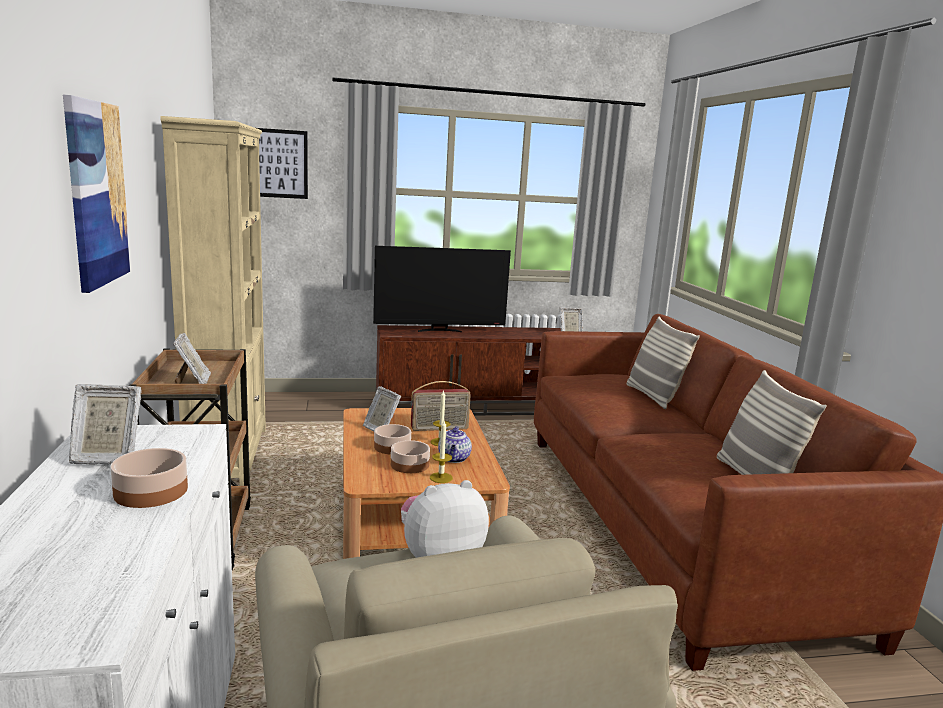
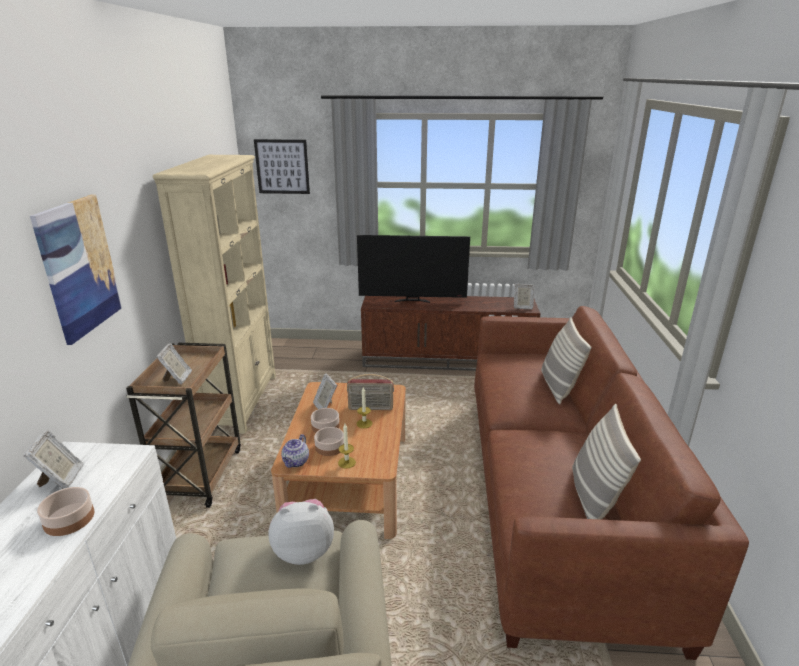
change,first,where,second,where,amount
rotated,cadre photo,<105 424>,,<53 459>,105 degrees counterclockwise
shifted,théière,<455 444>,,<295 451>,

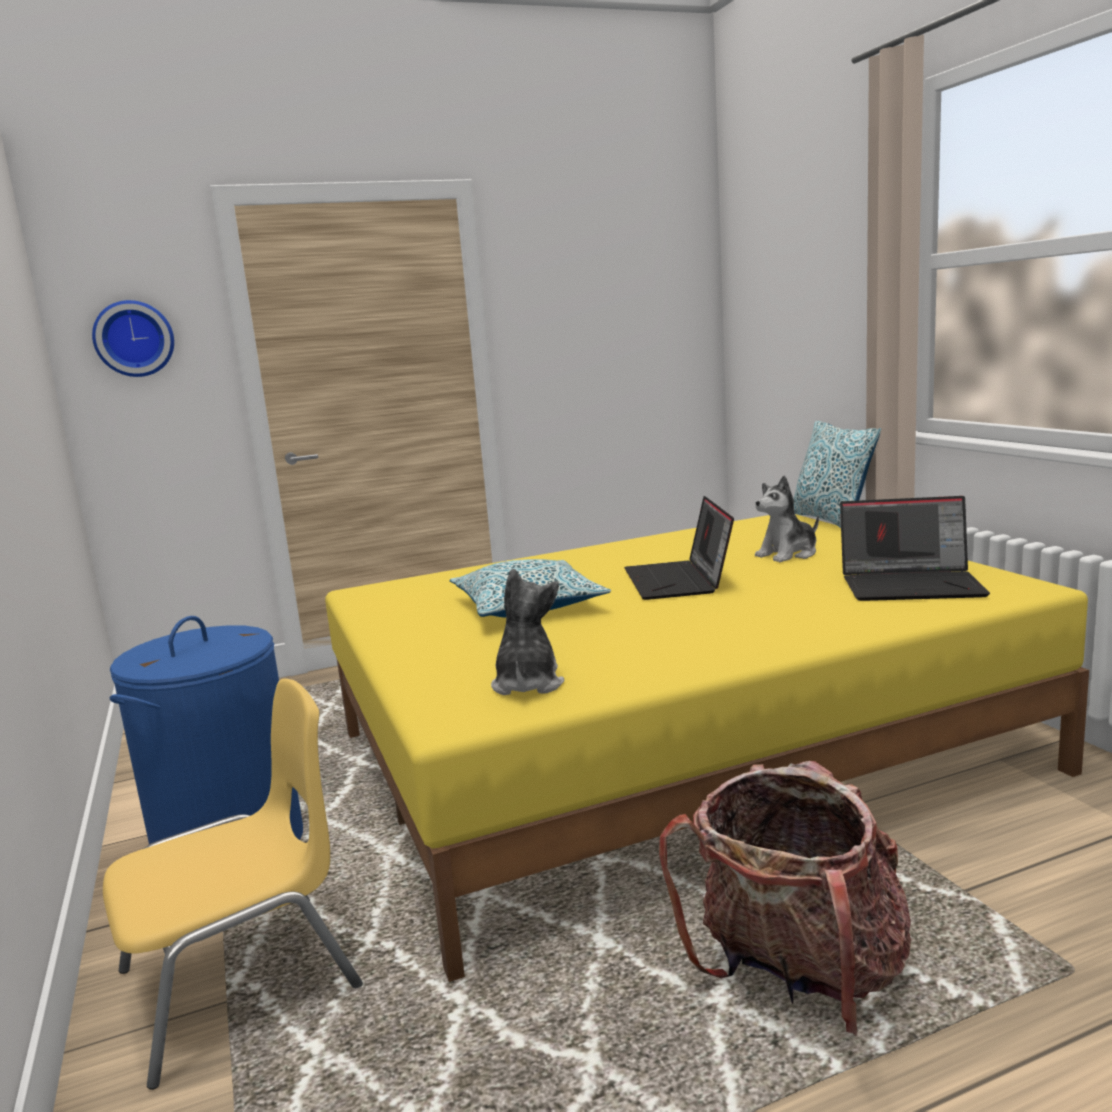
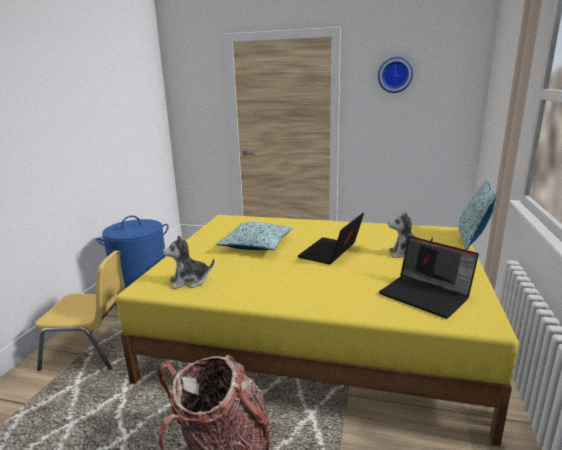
change,first,where,second,where,amount
rotated,peluche,<527 632>,,<188 262>,150 degrees counterclockwise
shifted,horloge murale,<133 338>,,<395 75>,

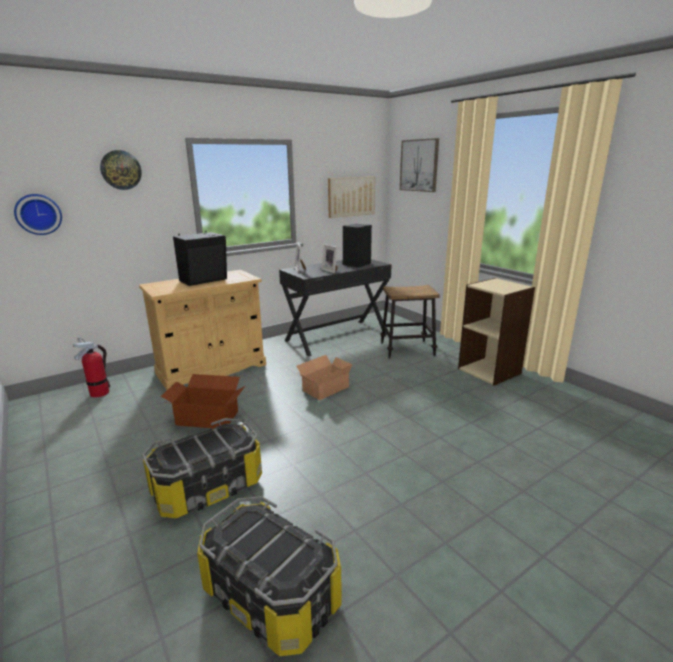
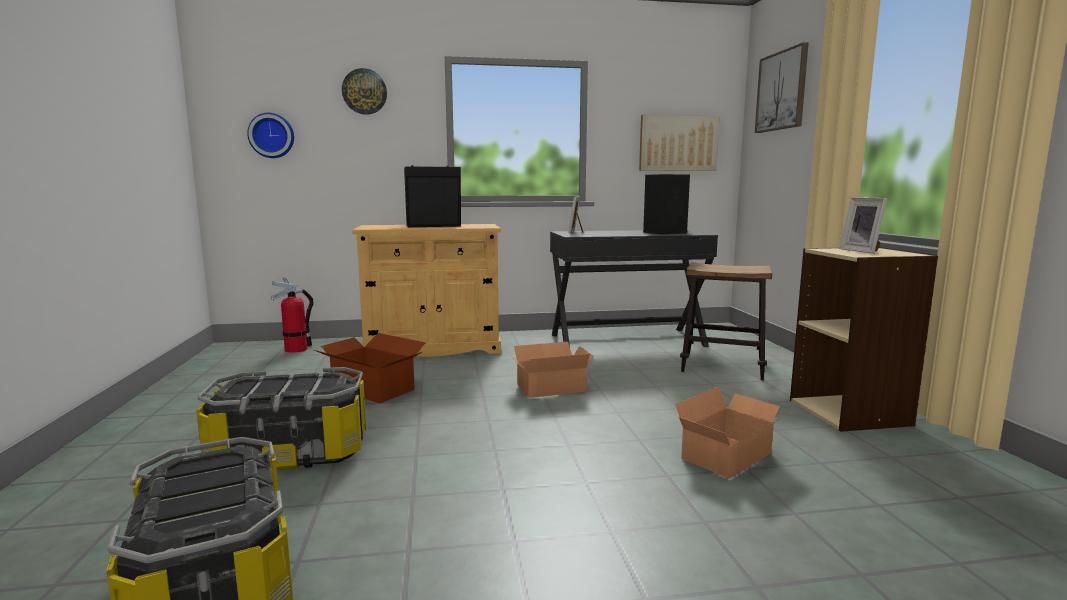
change,first,where,second,where,amount
new,,,carton,<733 432>,
shifted,cadre photo,<329 258>,,<863 225>,

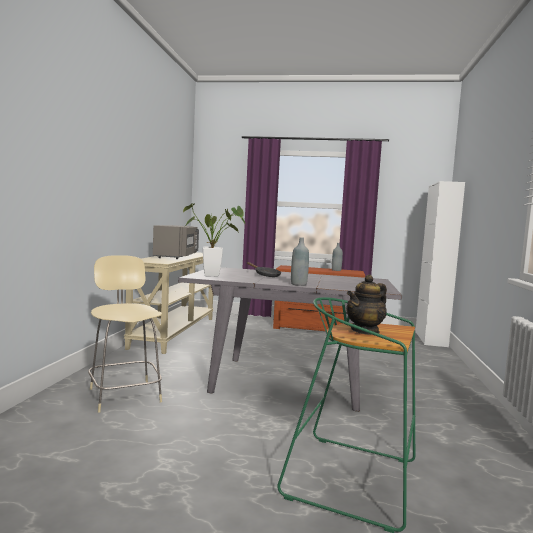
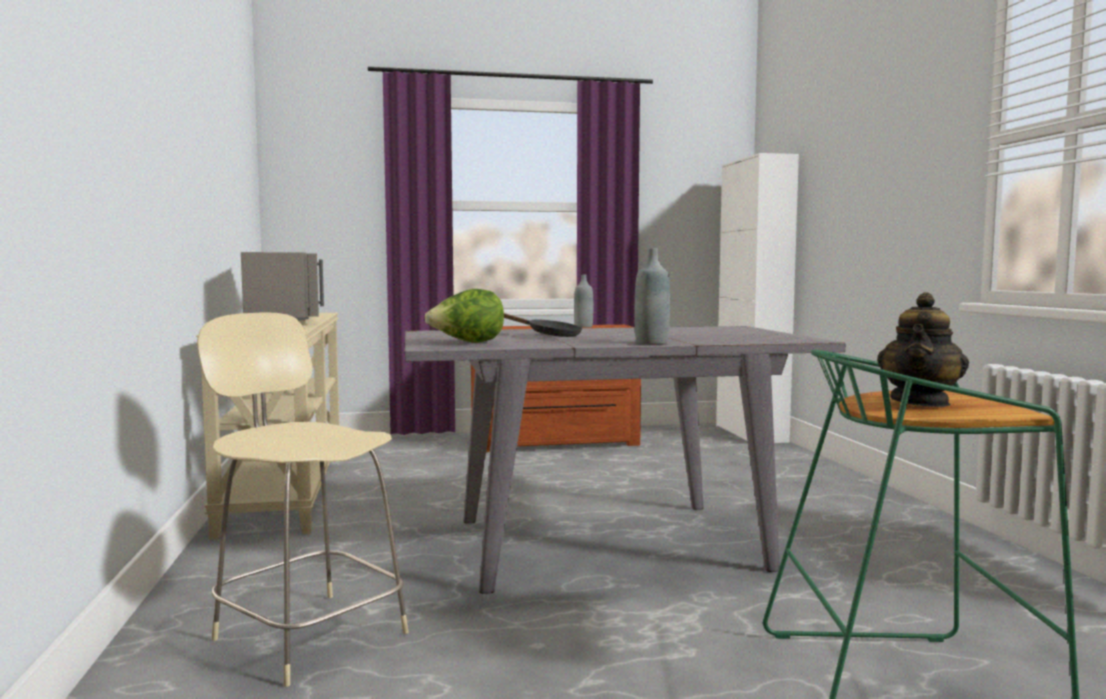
change,first,where,second,where,amount
swapped,plante en pot,<214 240>,laitue,<464 316>,

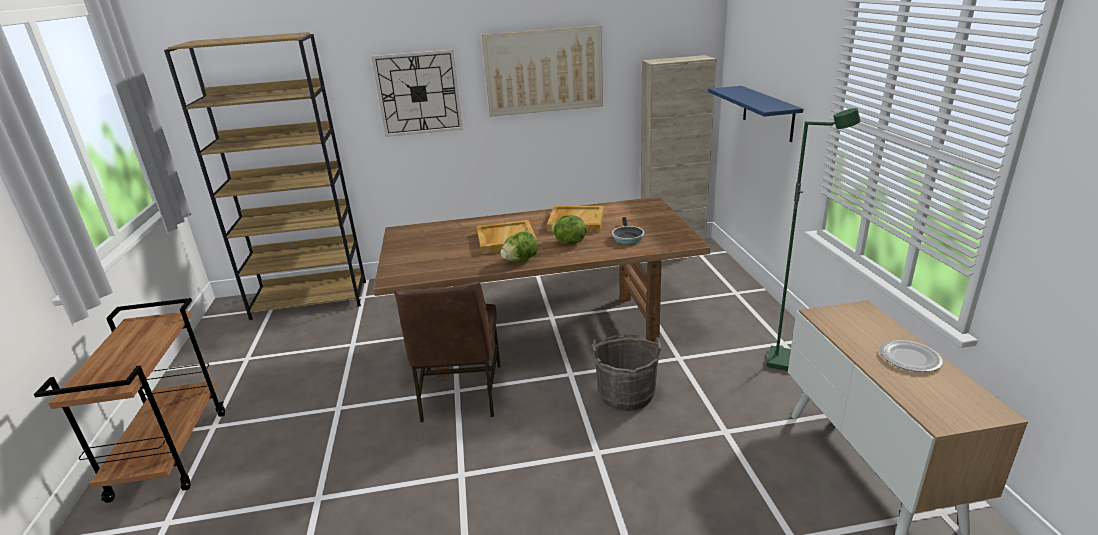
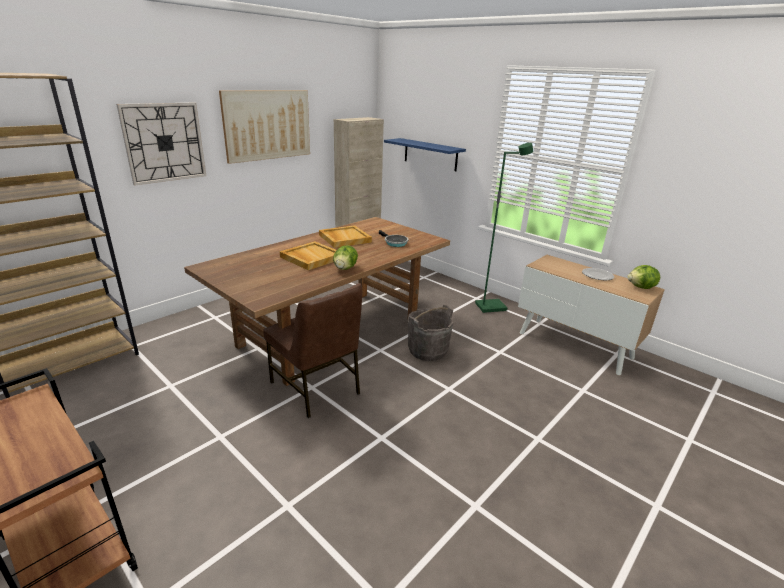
change,first,where,second,where,amount
shifted,laitue,<569 229>,,<643 277>,

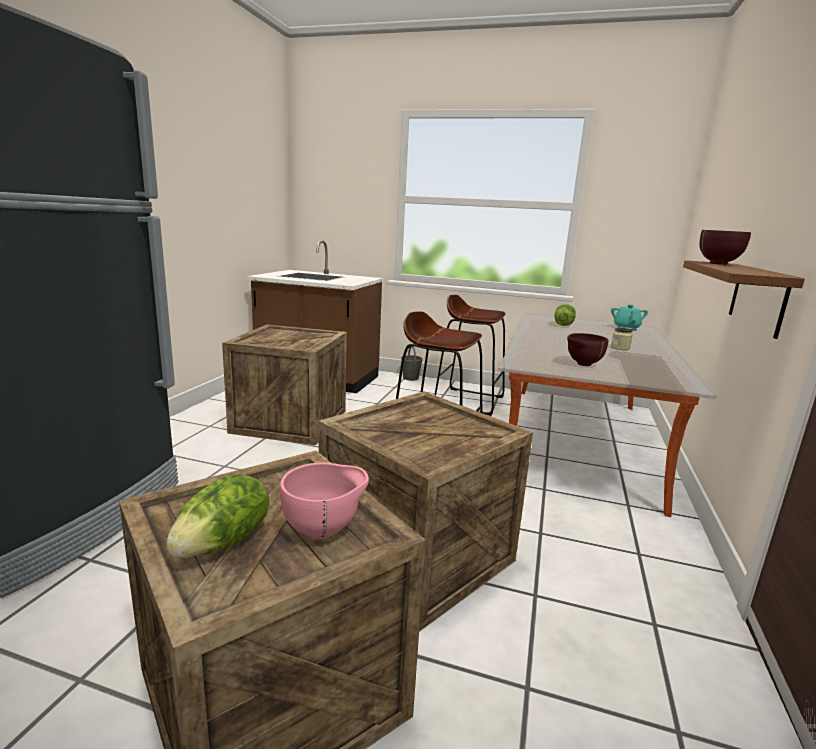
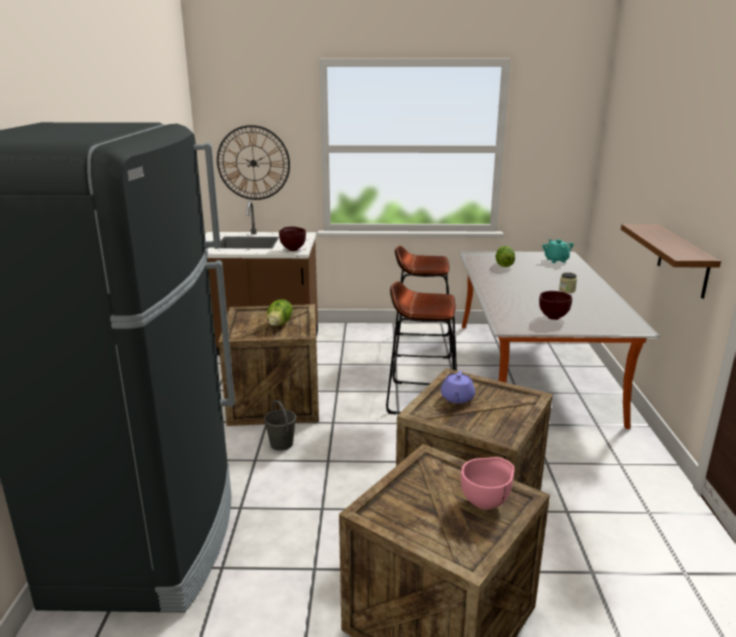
change,first,where,second,where,amount
new,,,horloge murale,<253 162>,
shifted,seau (gris),<412 363>,,<280 425>,
shifted,laitue,<217 516>,,<280 313>,
shifted,bol (marron),<725 247>,,<292 239>,
new,,,théière (violet),<458 387>,

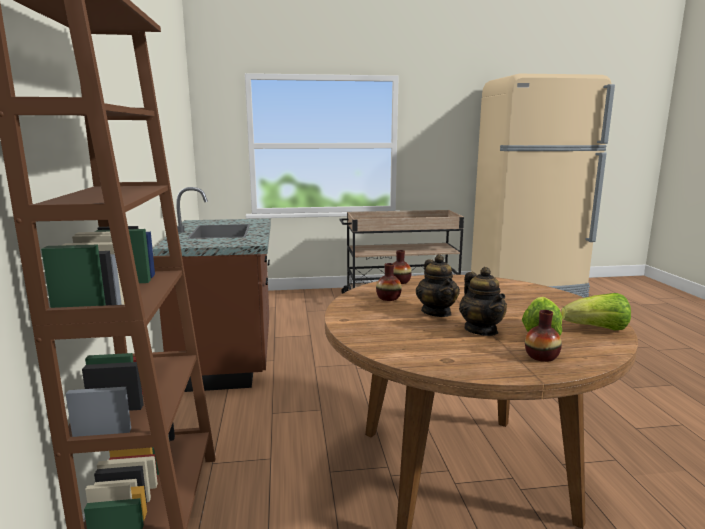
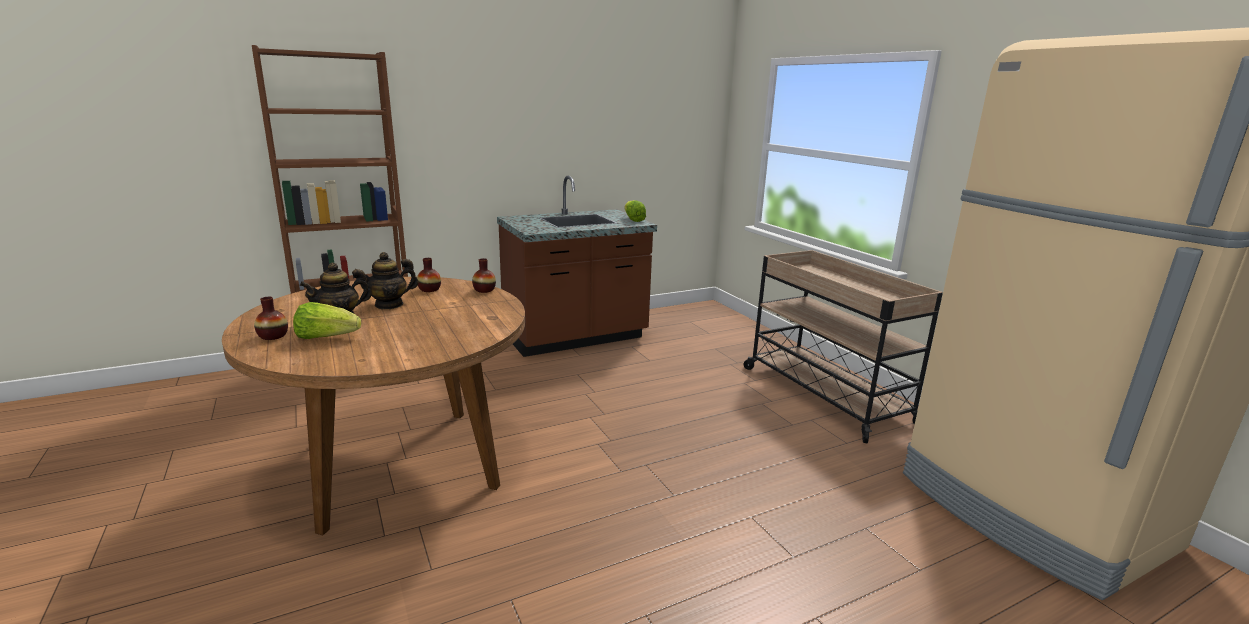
change,first,where,second,where,amount
shifted,laitue,<596 312>,,<635 211>,

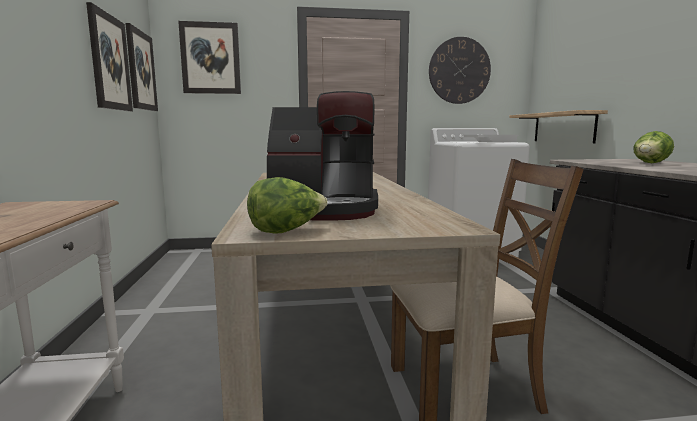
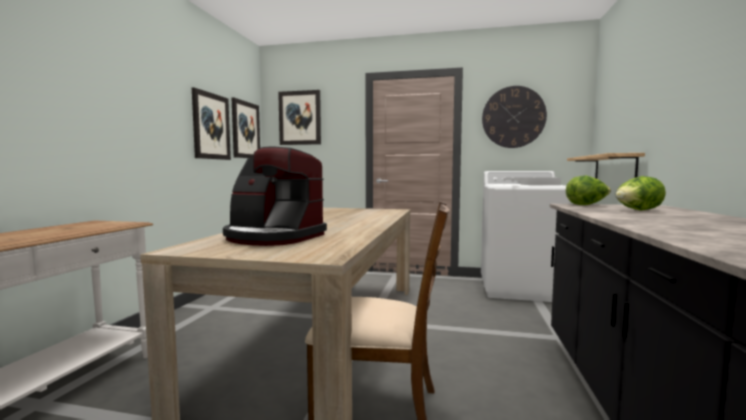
change,first,where,second,where,amount
shifted,laitue,<287 205>,,<588 190>,

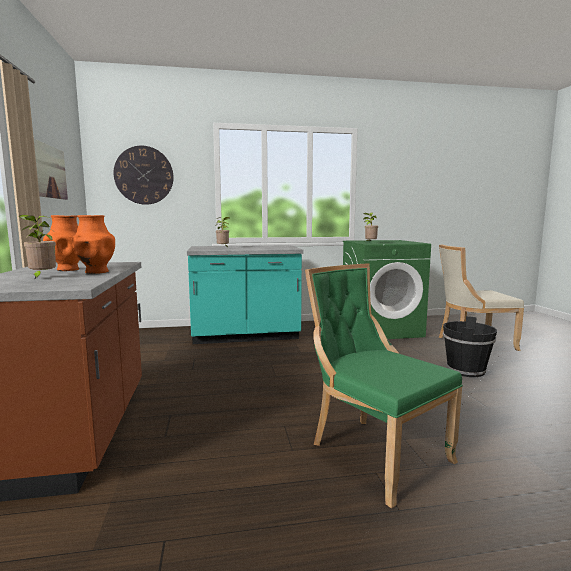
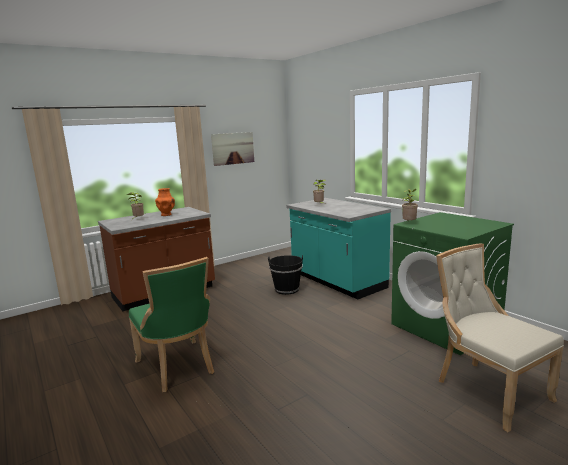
change,first,where,second,where,amount
rotated,chaise (vert),<384 386>,,<171 324>,120 degrees clockwise
shifted,seau (noir),<470 346>,,<285 275>,
gone,vase (orange),<93 244>,,,
gone,horloge murale,<144 175>,,,

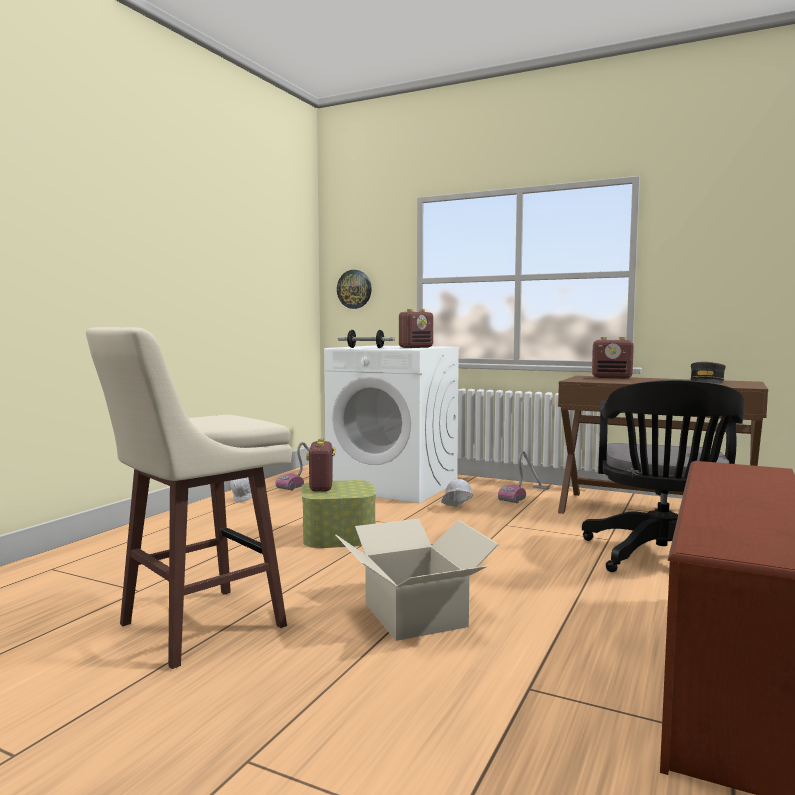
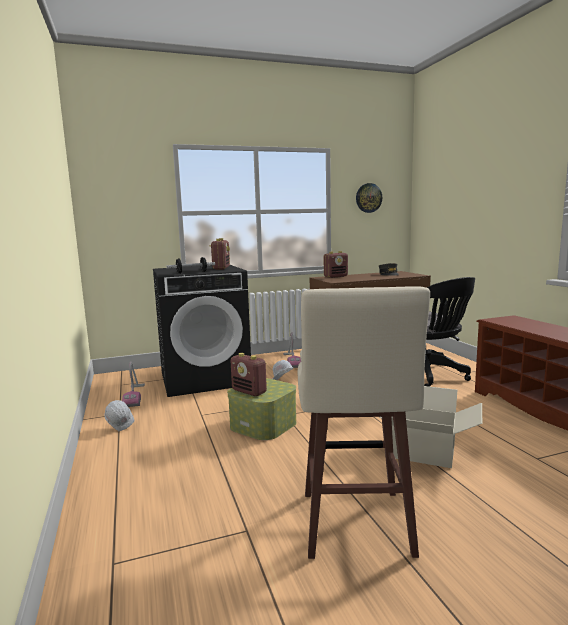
change,first,where,second,where,amount
repainted,lave-linge (blanc),<392 424>,lave-linge (noir),<202 331>,
shifted,horloge murale,<354 289>,,<369 198>,

